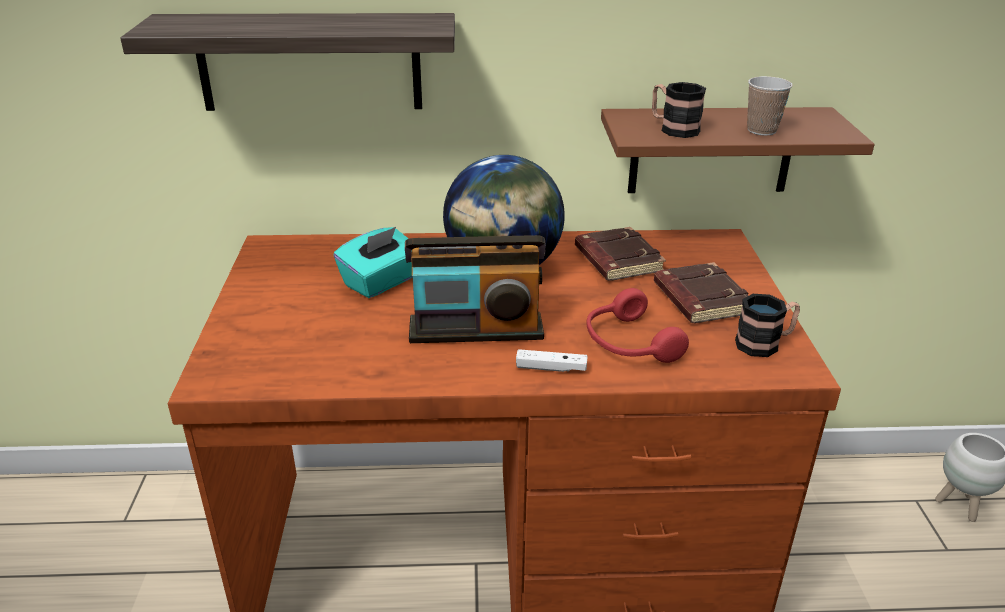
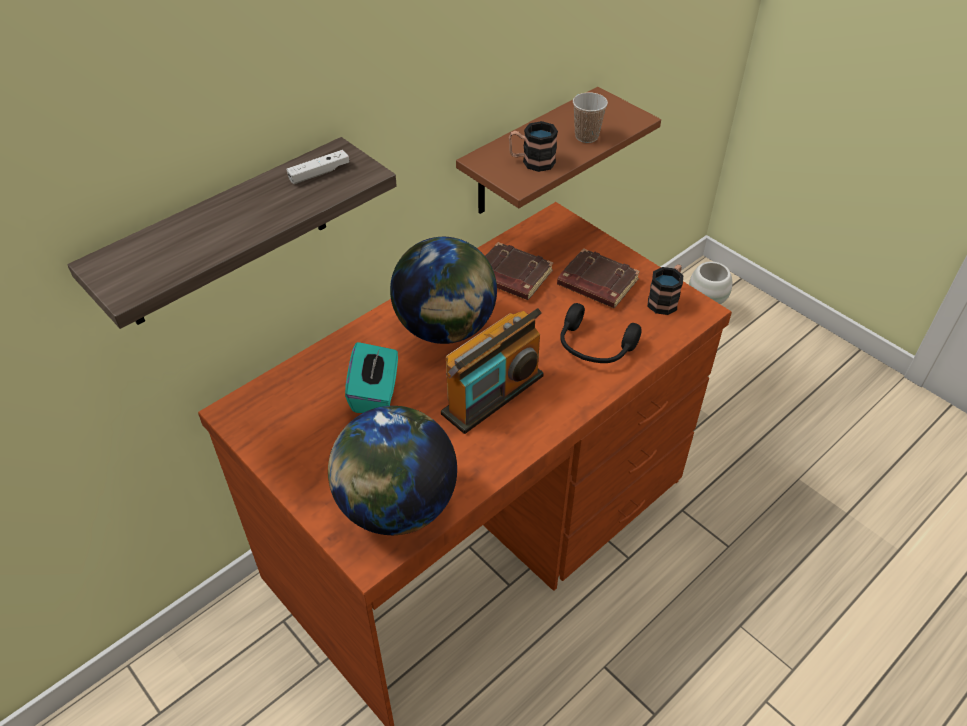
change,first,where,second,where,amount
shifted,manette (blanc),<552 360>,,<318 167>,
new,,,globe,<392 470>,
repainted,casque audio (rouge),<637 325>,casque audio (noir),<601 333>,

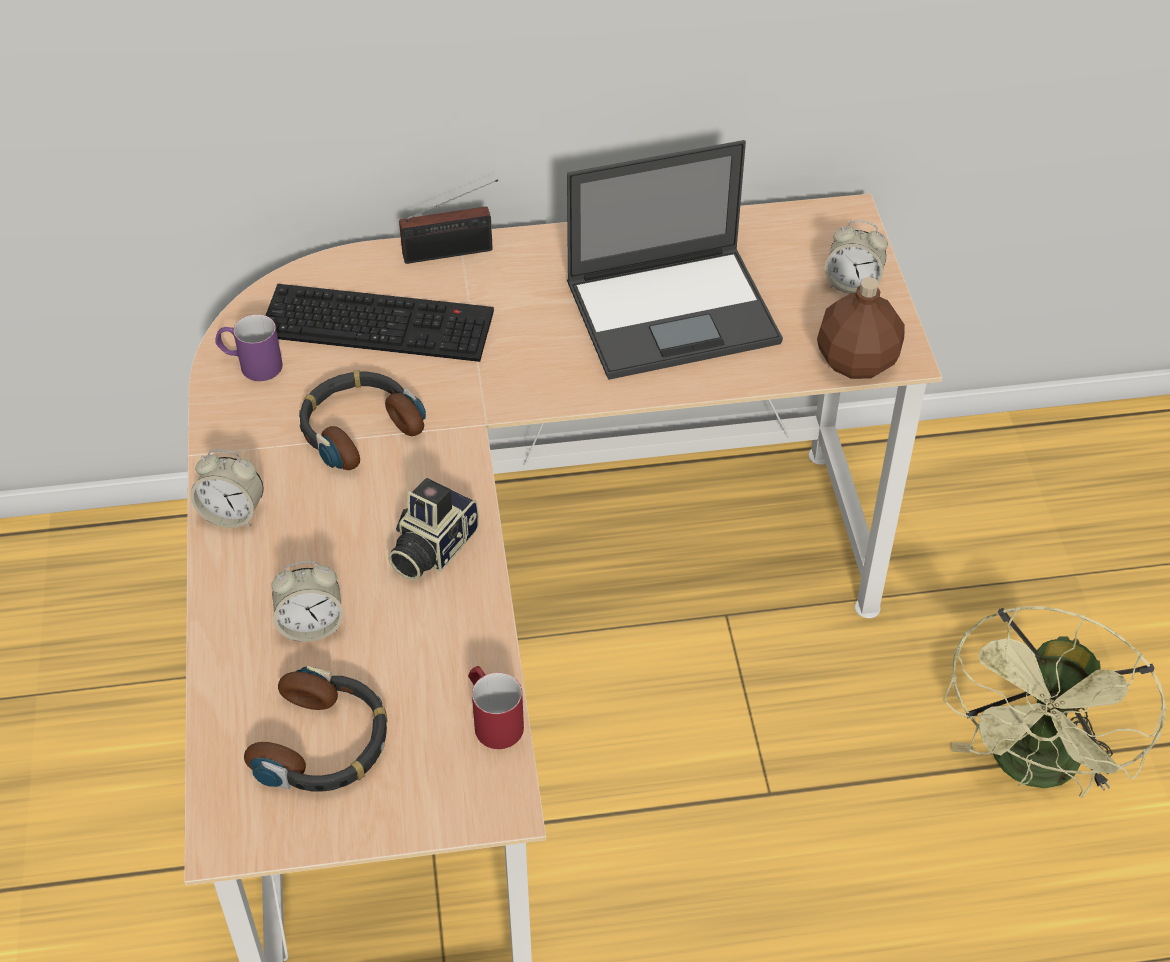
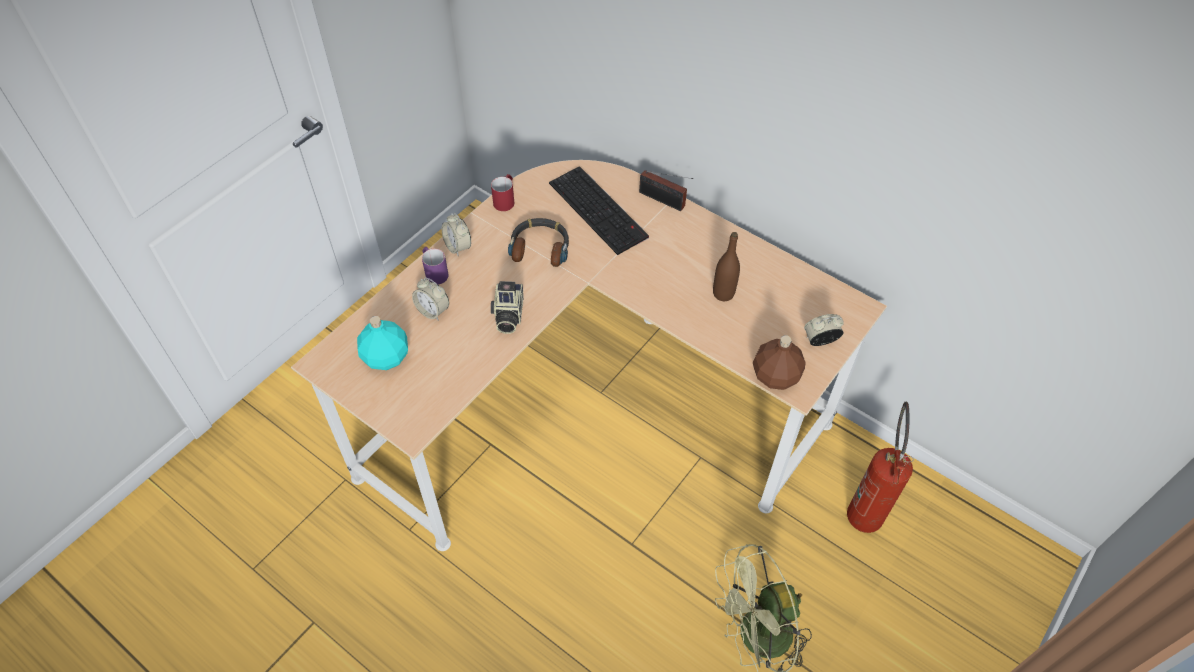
change,first,where,second,where,amount
swapped,casque audio,<316 729>,bouteille (turquoise),<382 343>,
shifted,mug (violet),<249 347>,,<435 265>,
shifted,mug (rouge),<496 707>,,<502 192>,
rotated,appareil photo,<433 529>,,<507 307>,75 degrees counterclockwise
swapped,ordinateur portable,<675 260>,bouteille (marron),<726 266>,
rotated,réveil,<856 257>,,<824 330>,105 degrees clockwise
new,,,extincteur,<880 467>,

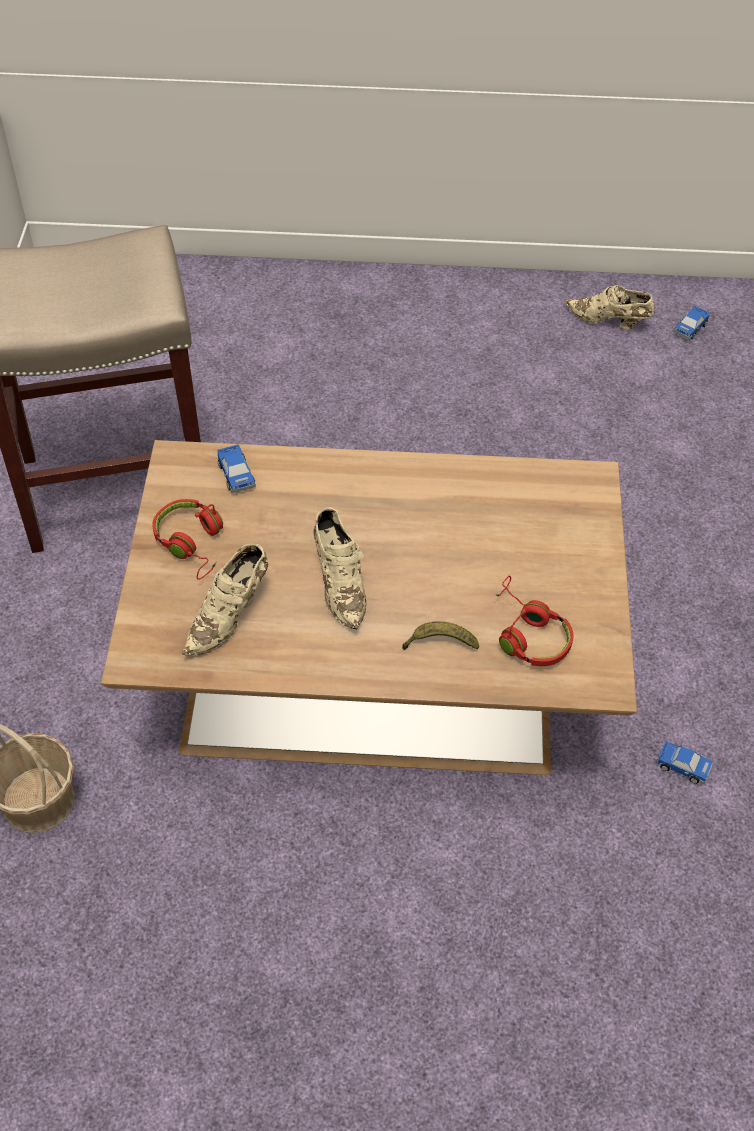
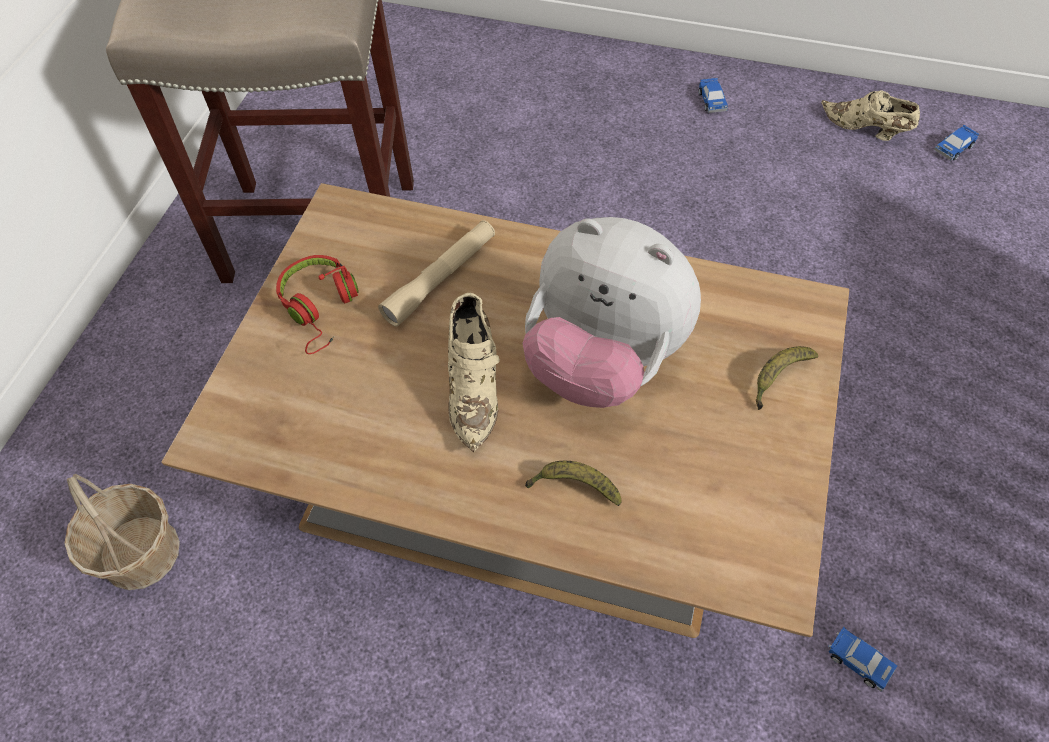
change,first,where,second,where,amount
new,,,lampe de poche (beige),<436 273>,
new,,,peluche,<612 312>,
shifted,petite voiture,<237 468>,,<713 95>,
new,,,banane,<787 378>,
gone,chaussure (beige),<225 599>,,,
gone,casque audio (rouge),<534 621>,,,

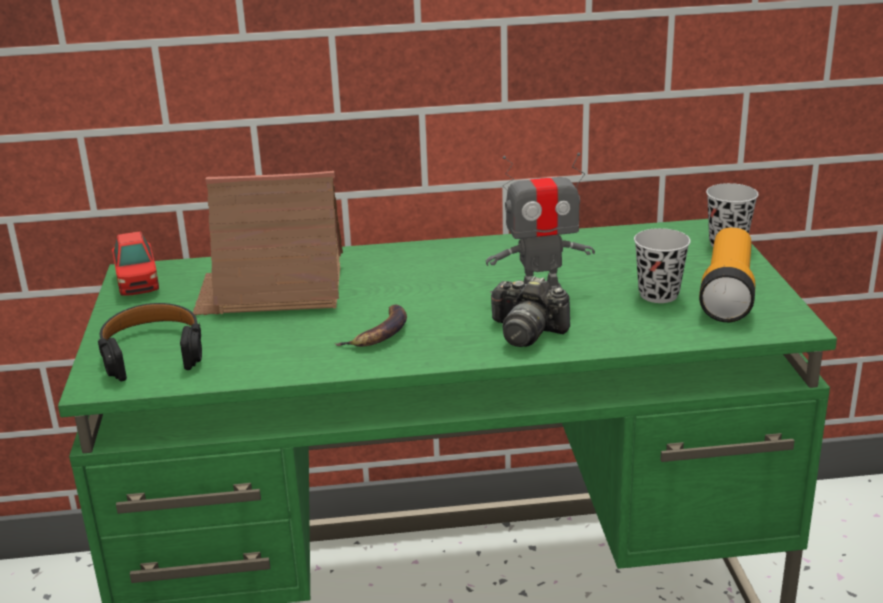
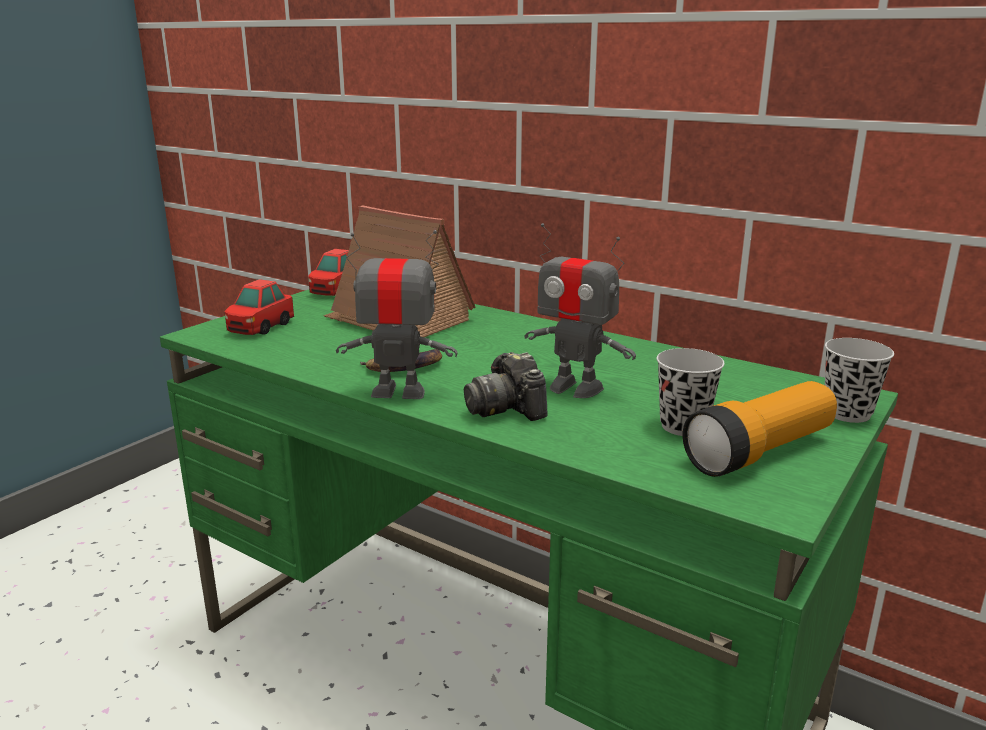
change,first,where,second,where,amount
swapped,casque audio (noir),<150 342>,petite voiture,<259 307>,
new,,,robot jouet,<397 314>,

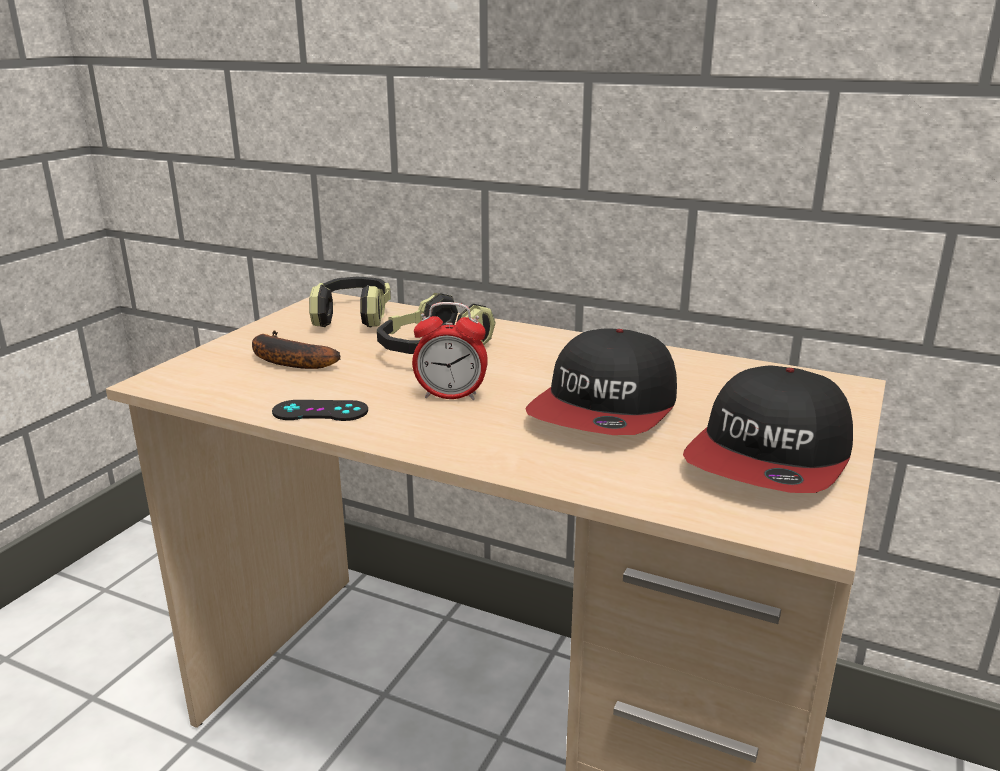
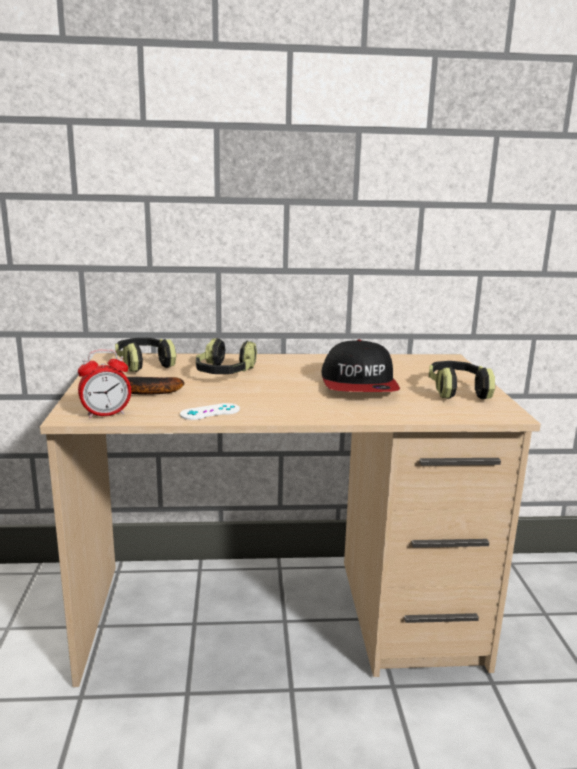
change,first,where,second,where,amount
shifted,réveil,<450 351>,,<104 383>,
repainted,manette (noir),<320 410>,manette (blanc),<210 411>,
swapped,casquette,<768 429>,casque audio,<462 380>,

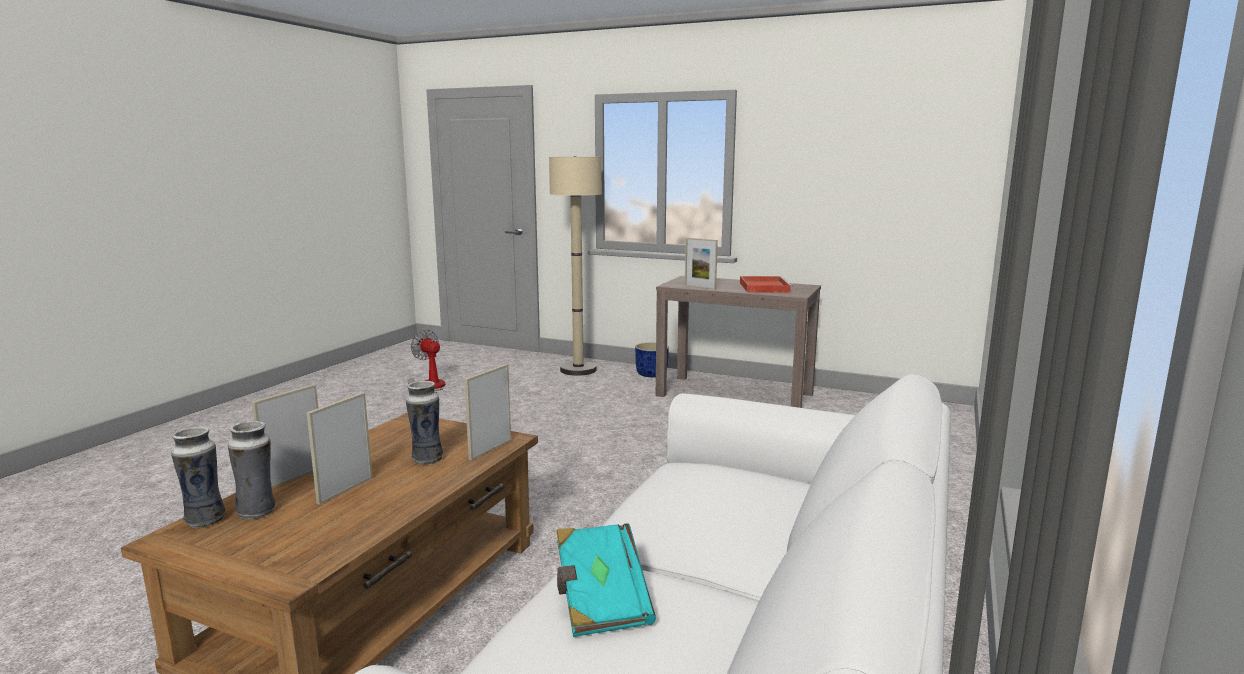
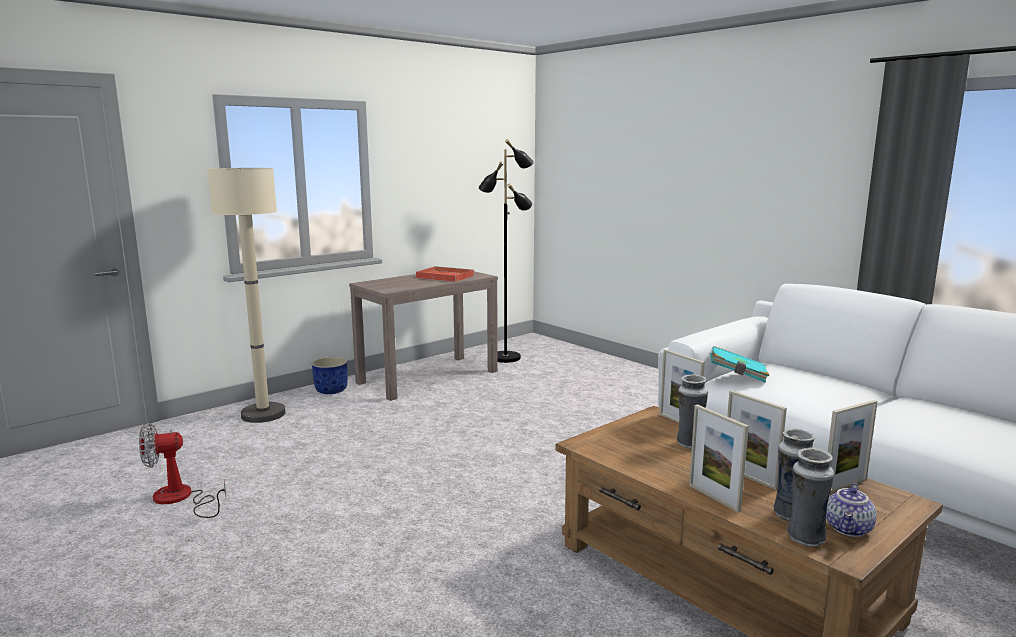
change,first,where,second,where,amount
new,,,lampadaire (noir),<506 251>,
shifted,livre (turquoise),<606 580>,,<739 364>,
new,,,théière,<851 510>,
shifted,cadre photo,<701 264>,,<853 446>,

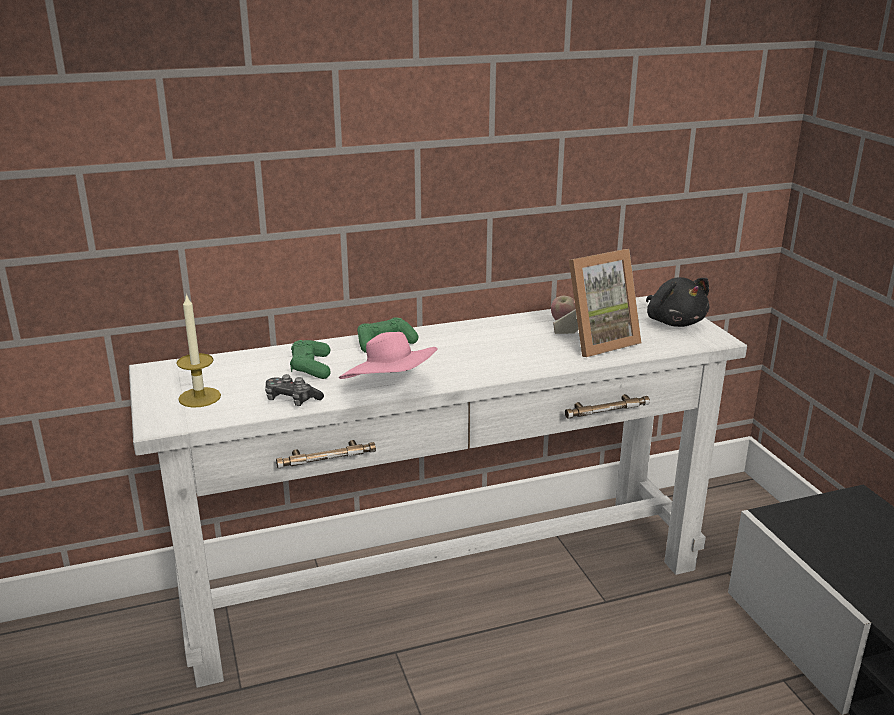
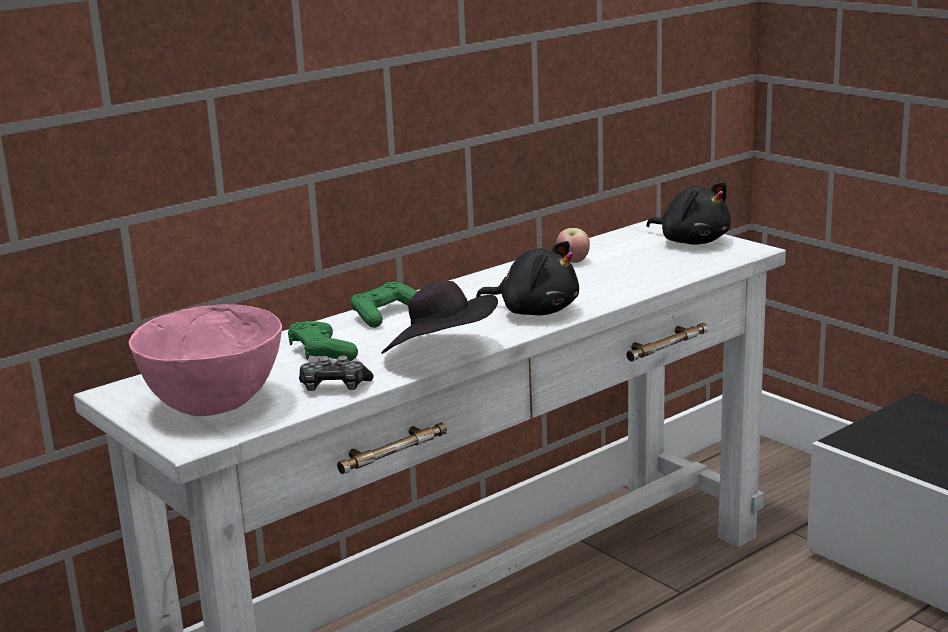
change,first,where,second,where,amount
swapped,bougie,<199 351>,bol (rose),<205 360>,
repainted,chapeau (rose),<388 355>,chapeau (noir),<439 317>,
new,,,peluche (noir),<527 278>,
gone,cadre photo,<597 303>,,,

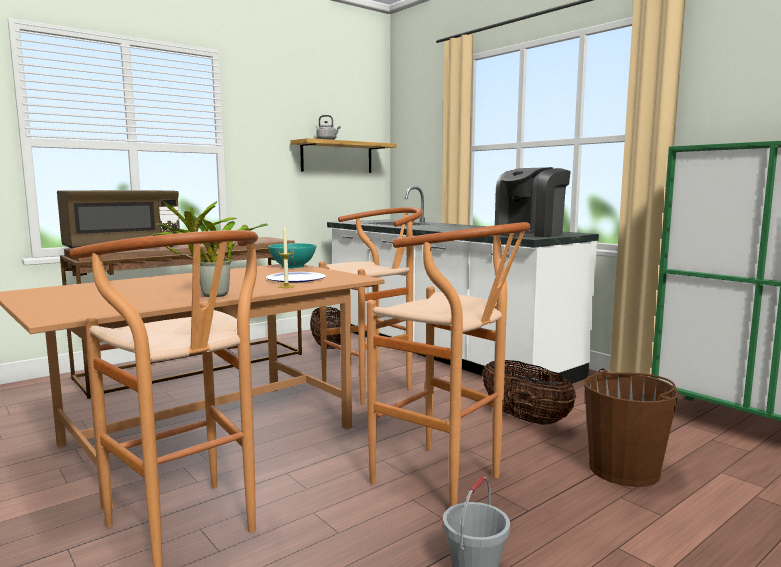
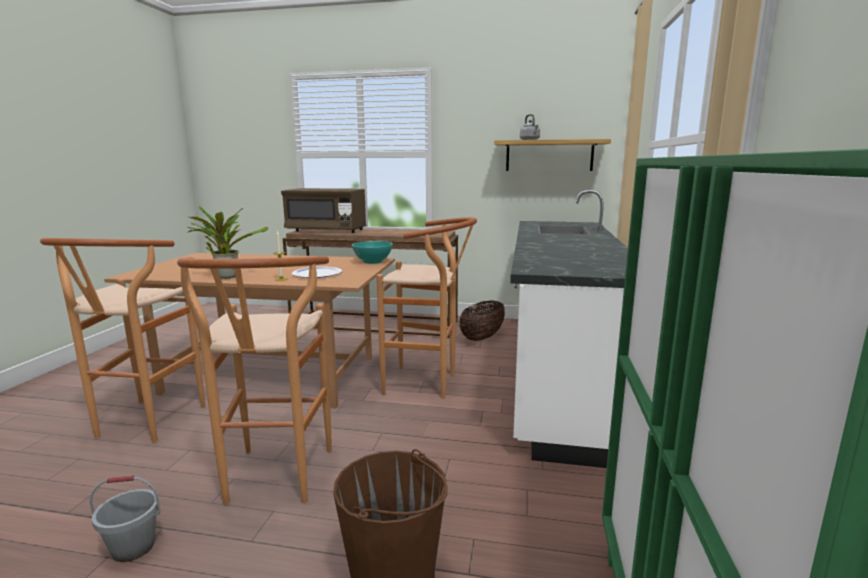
change,first,where,second,where,amount
gone,panier,<529 392>,,,
gone,machine à café,<533 202>,,,

